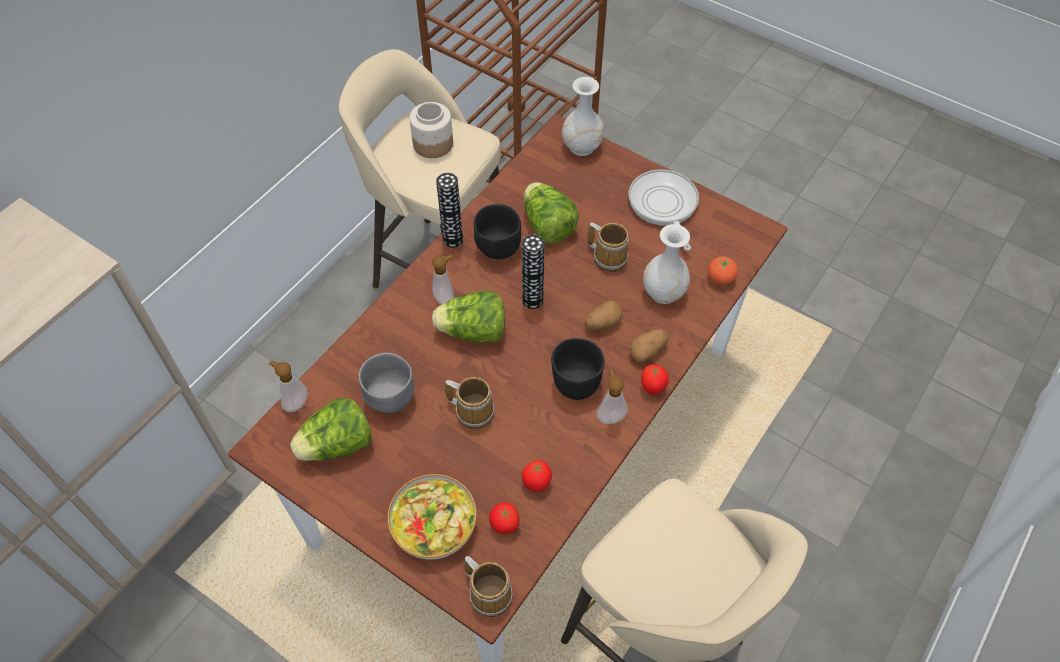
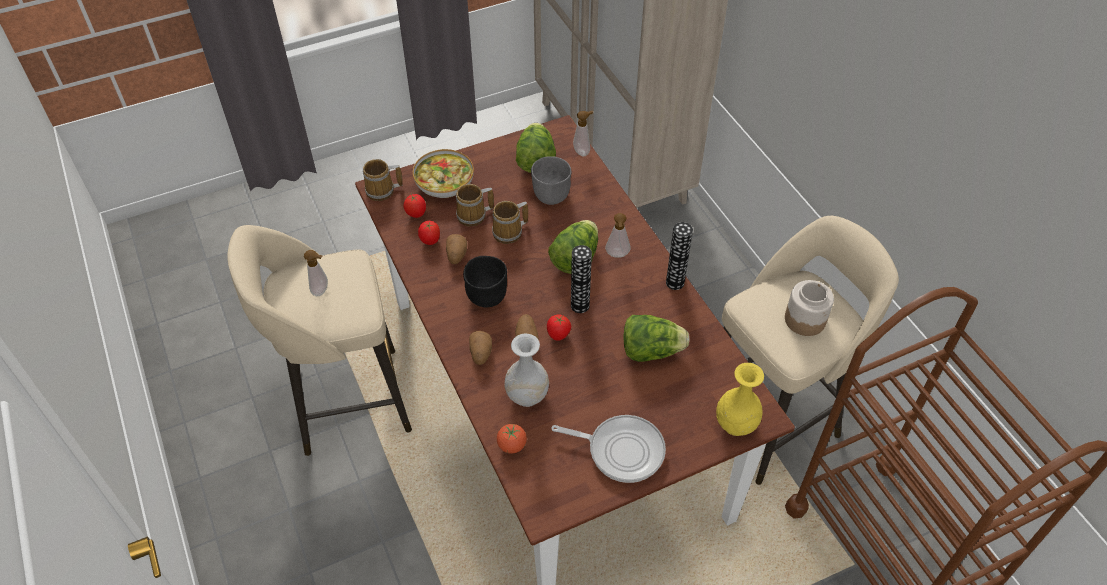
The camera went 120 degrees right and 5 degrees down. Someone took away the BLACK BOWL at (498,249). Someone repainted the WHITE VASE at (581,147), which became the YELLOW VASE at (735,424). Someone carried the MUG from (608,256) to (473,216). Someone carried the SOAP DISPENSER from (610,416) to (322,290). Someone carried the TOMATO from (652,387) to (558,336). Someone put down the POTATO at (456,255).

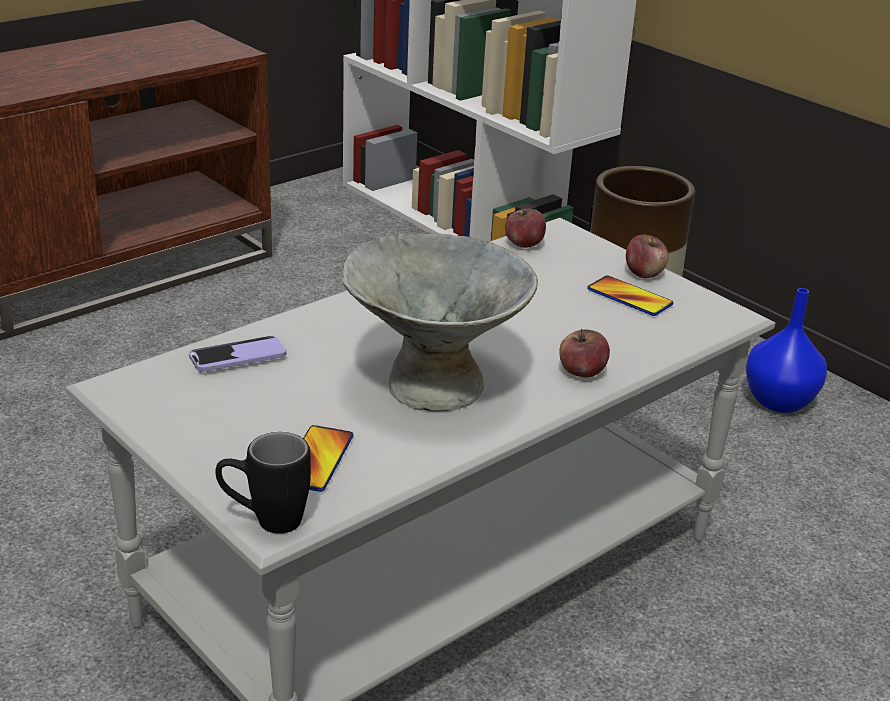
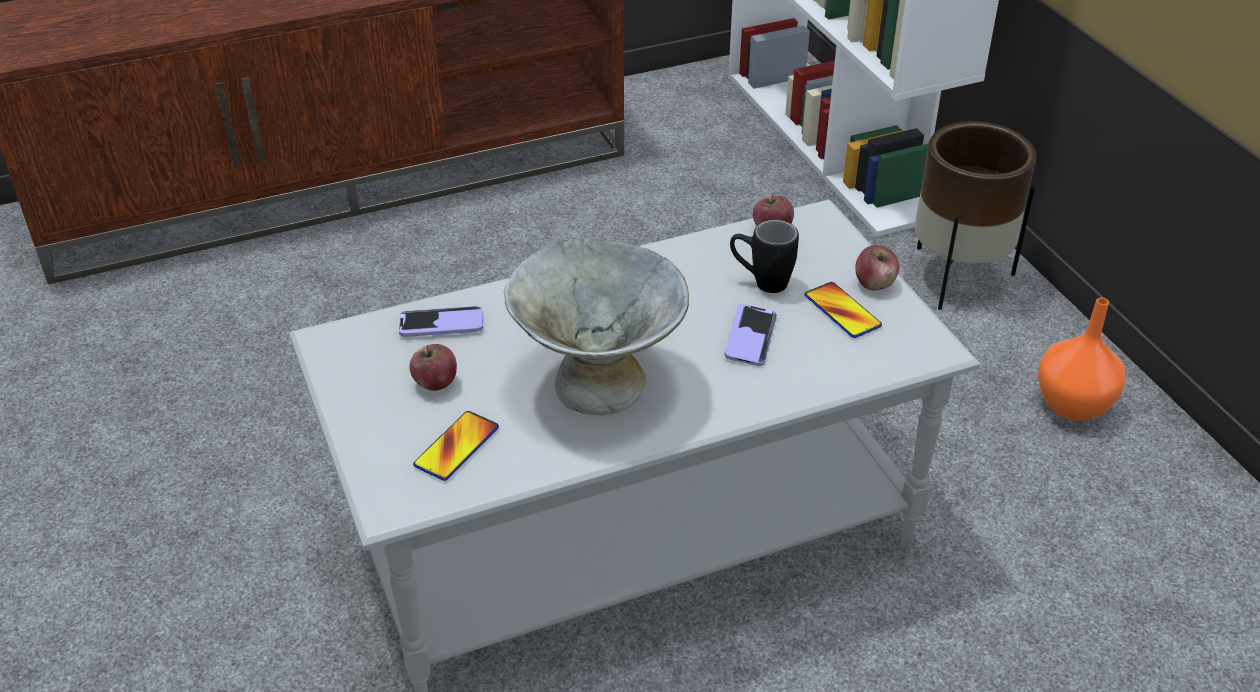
The camera went 20 degrees right and 10 degrees up. Someone carried the BLACK MUG from (264,521) to (760,282). Someone carried the APPLE from (581,372) to (435,382). Someone repainted the BLUE VASE at (780,401), which became the ORANGE VASE at (1074,406). Someone put down the PHONE at (750,337).

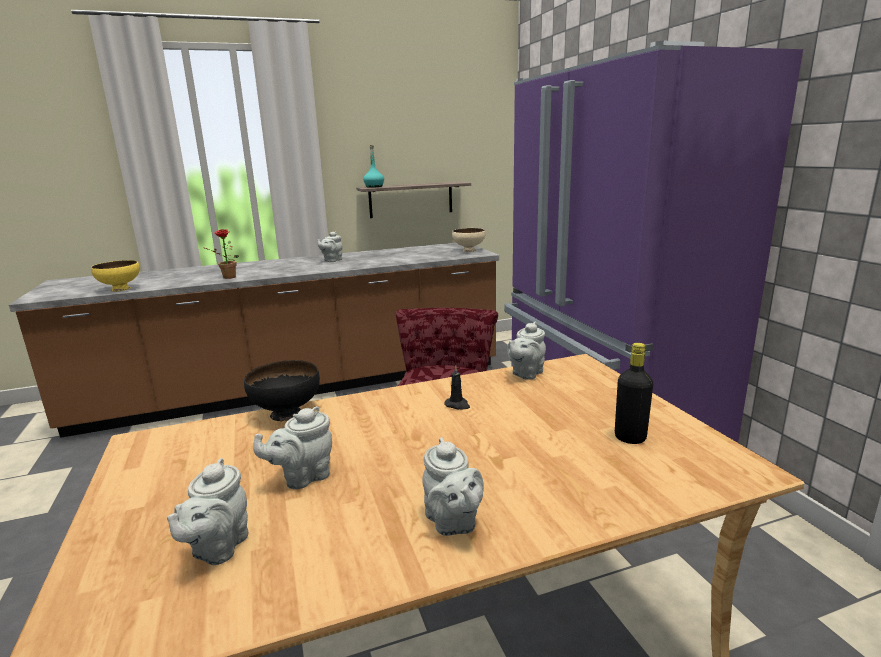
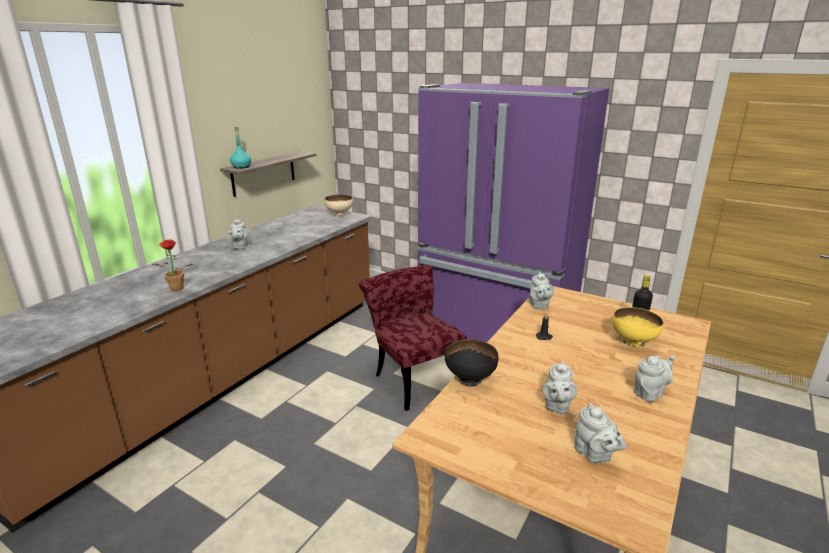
The camera went 40 degrees left and 5 degrees up. Someone carried the YELLOW BOWL from (120,289) to (632,342). Someone rotated the GREY TEAPOT at (452,523) by 60 degrees counterclockwise.

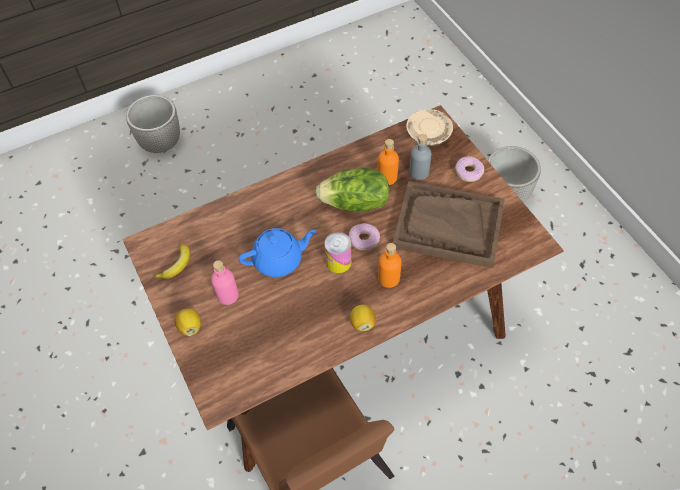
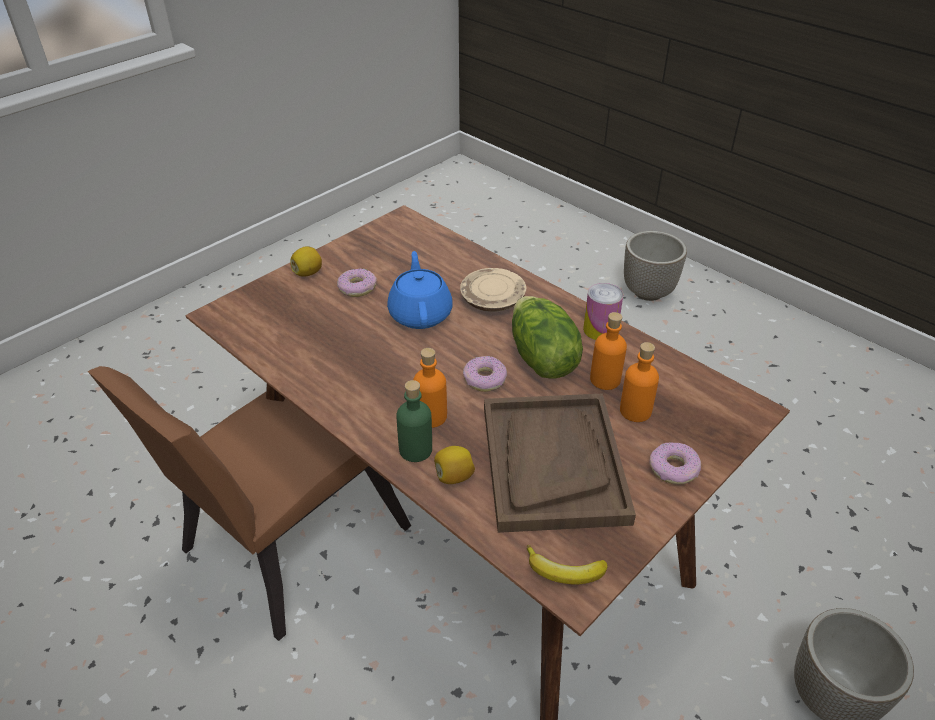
The camera went 70 degrees right and 15 degrees down. Someone carried the BANANA from (177,265) to (564,572). Someone swapped the PINK BOTTLE at (227,295) for the DONUT at (357,288). Someone rotated the BLUE TEAPOT at (279,260) by 150 degrees counterclockwise. Someone carried the CAN from (338,262) to (600,330). Someone carried the LEMON from (362,323) to (454,476). Someone carried the BEIGE PLATE from (429,133) to (493,300). Someone repainted the GREY BOTTLE at (419,172), which became the ORANGE BOTTLE at (635,411). Someone put down the GREEN BOTTLE at (415,450).

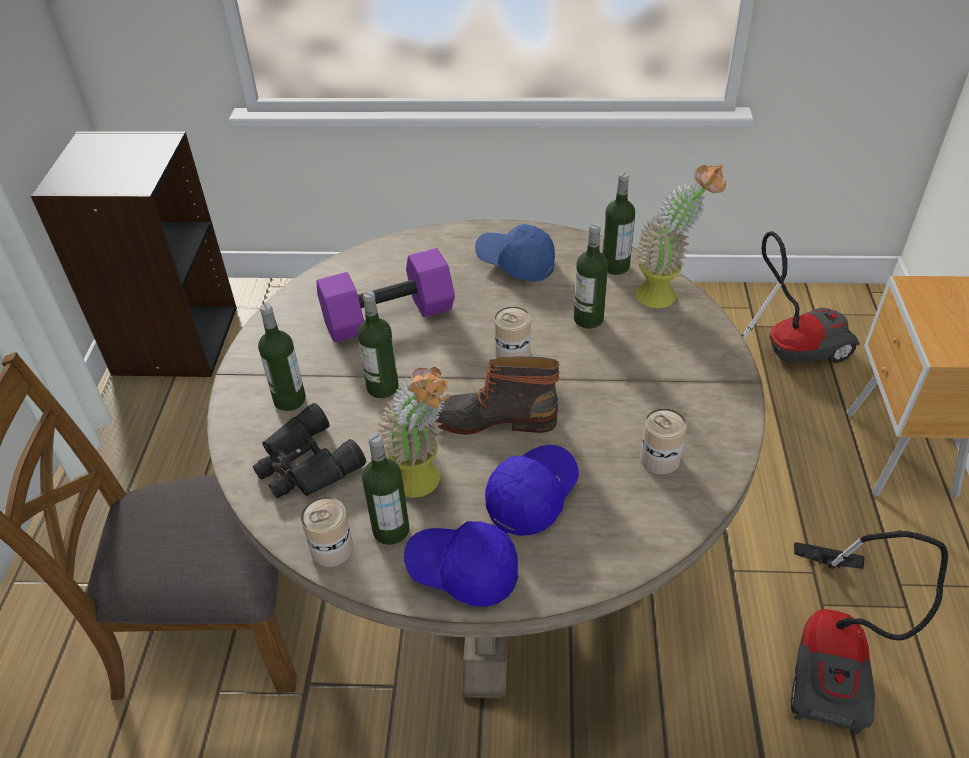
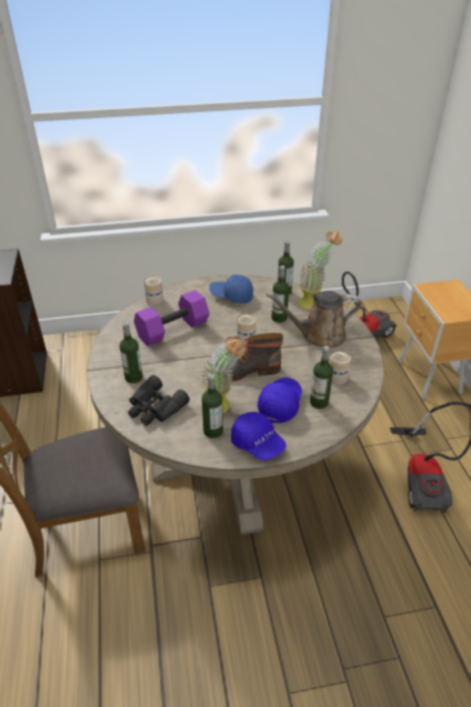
The camera went 15 degrees left and 5 degrees down. Someone carried the CAN from (332,548) to (154,300). Someone carried the BOTTLE from (382,387) to (319,402). Someone rotated the BLUE CAP at (463,571) by 135 degrees counterclockwise. Someone put down the BROWN WATERING CAN at (319,335).

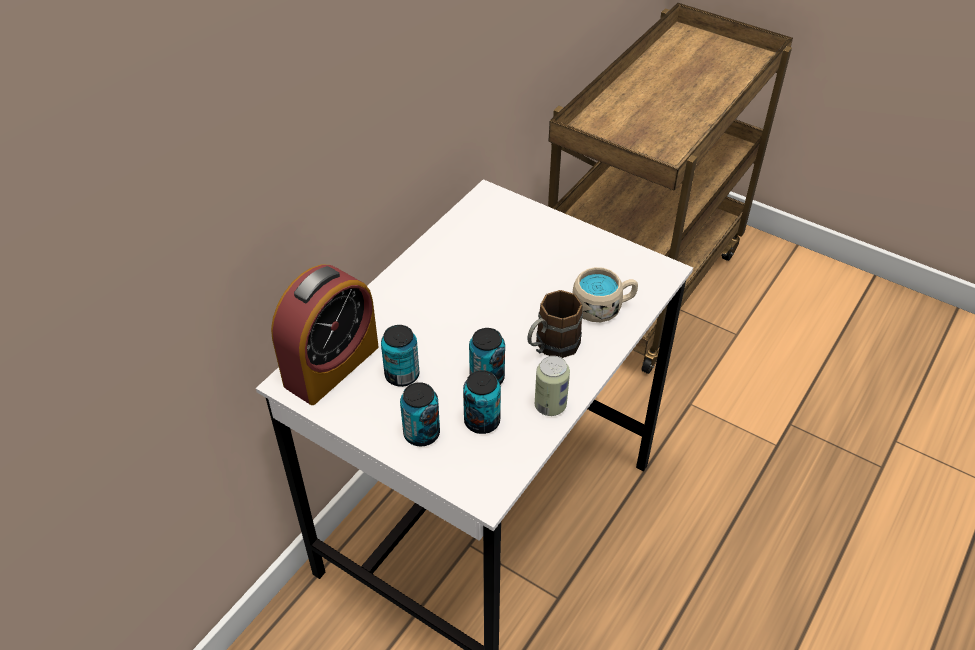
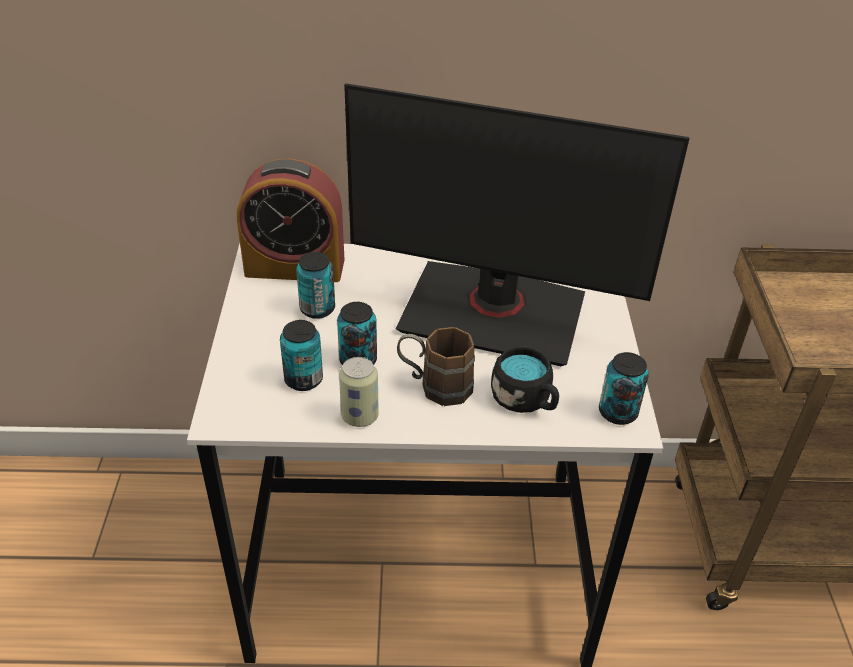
The camera went 55 degrees right and 5 degrees down. Someone carried the CAN from (421,433) to (618,412). Someone repainted the BEIGE MUG at (603,307), which became the BLACK MUG at (526,400). Someone put down the MONITOR at (493,312).

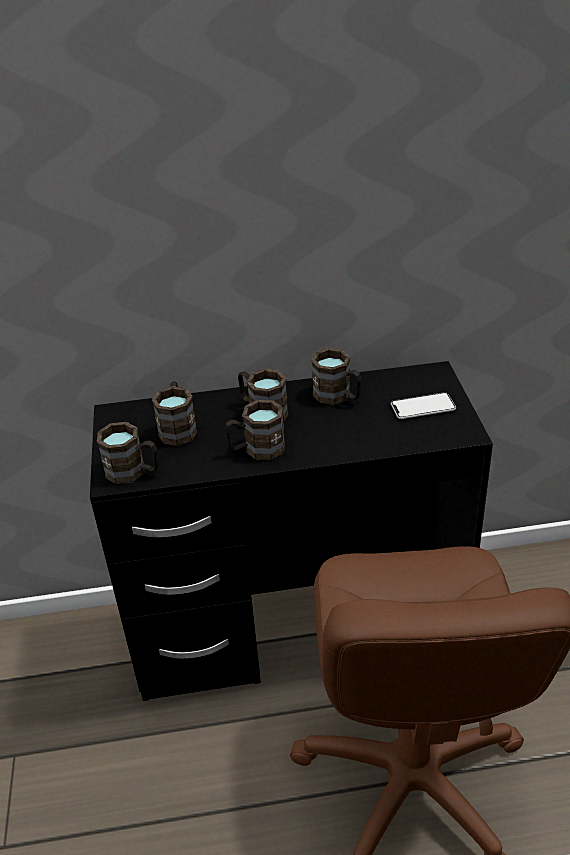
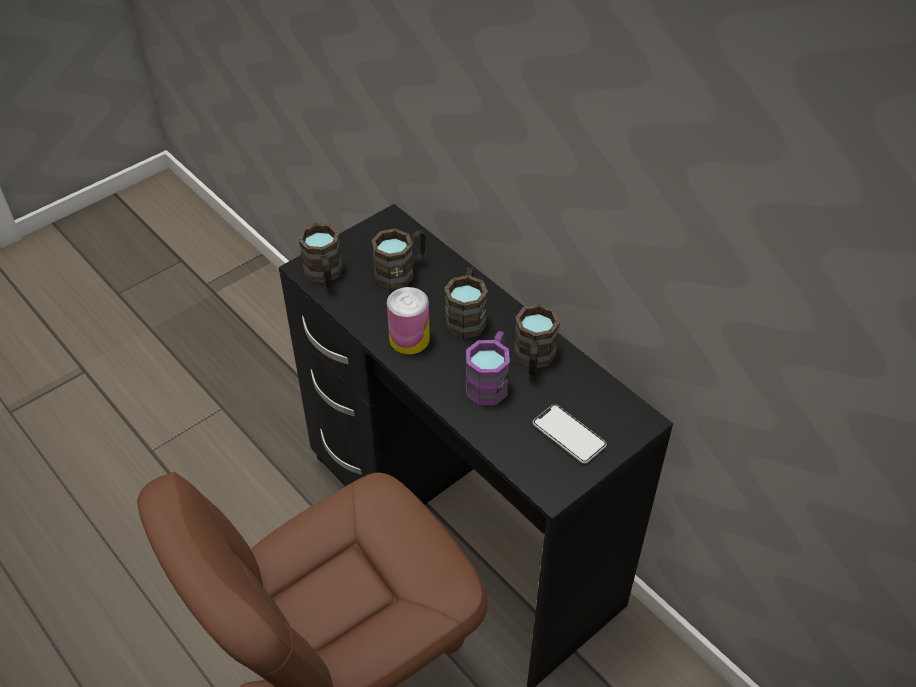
The camera went 55 degrees right and 10 degrees up. Someone swapped the BROWN MUG at (256,449) for the CAN at (409,339). Someone put down the PURPLE MUG at (490,381).

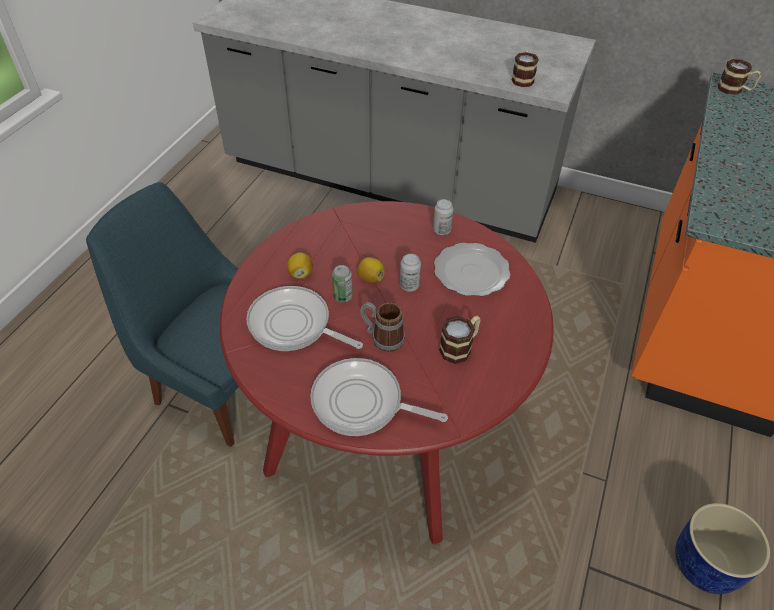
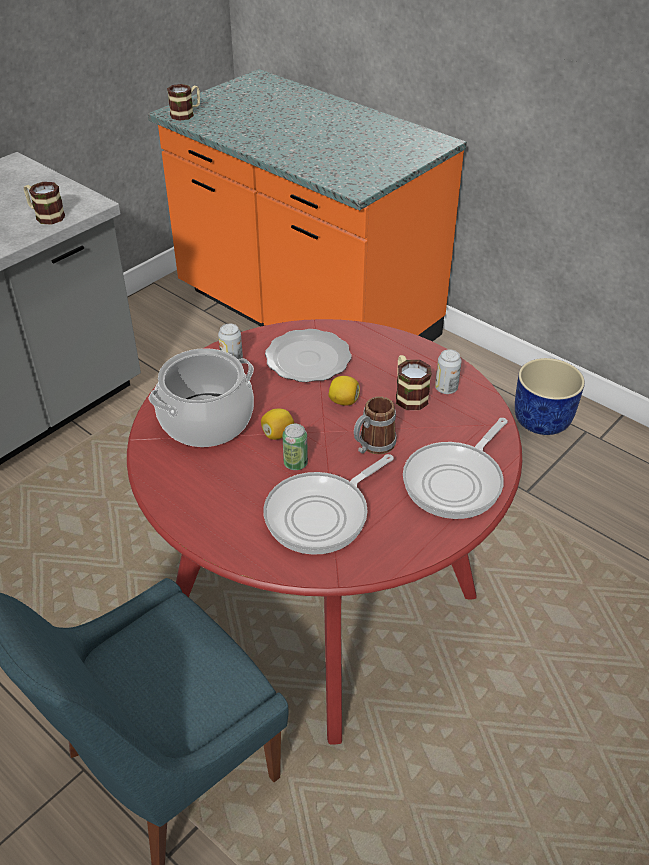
The camera went 70 degrees left and 5 degrees down. Someone carried the LEMON from (300,274) to (344,401). Someone carried the CAN from (409,285) to (446,388). Someone put down the COOKING POT at (206,421).

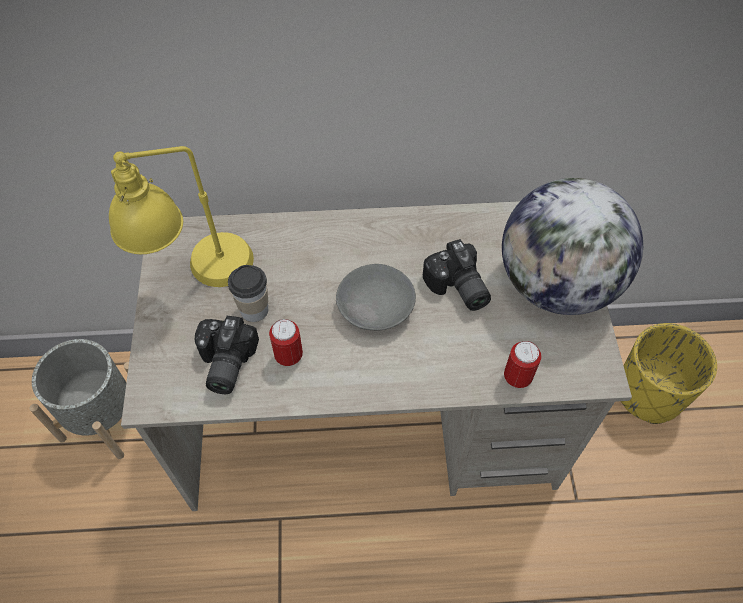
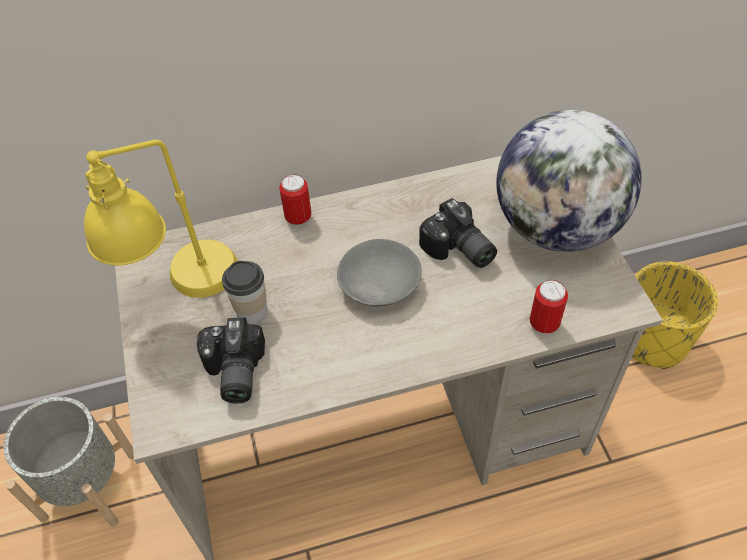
The camera went 10 degrees left and 5 degrees down. Someone carried the CAN from (289,356) to (298,218).

